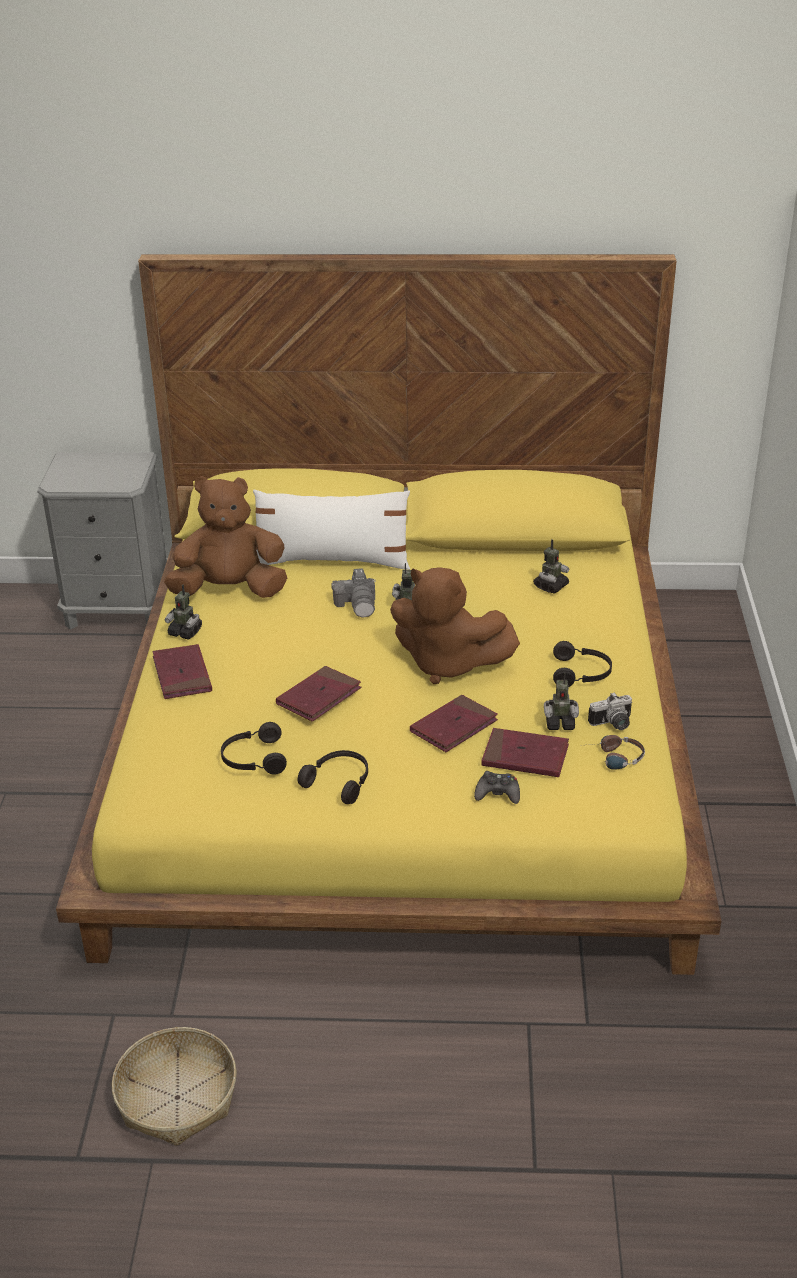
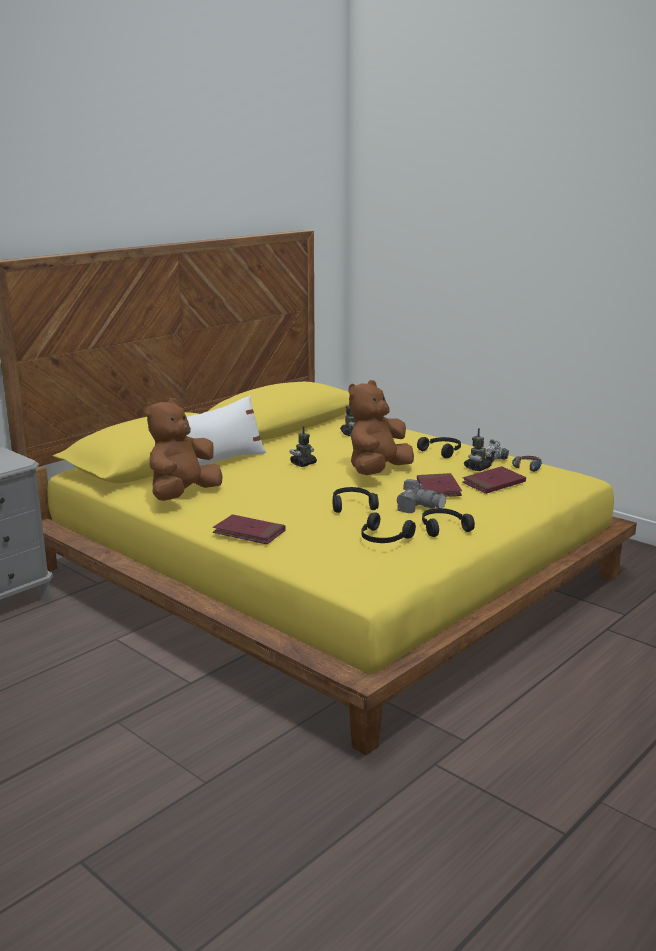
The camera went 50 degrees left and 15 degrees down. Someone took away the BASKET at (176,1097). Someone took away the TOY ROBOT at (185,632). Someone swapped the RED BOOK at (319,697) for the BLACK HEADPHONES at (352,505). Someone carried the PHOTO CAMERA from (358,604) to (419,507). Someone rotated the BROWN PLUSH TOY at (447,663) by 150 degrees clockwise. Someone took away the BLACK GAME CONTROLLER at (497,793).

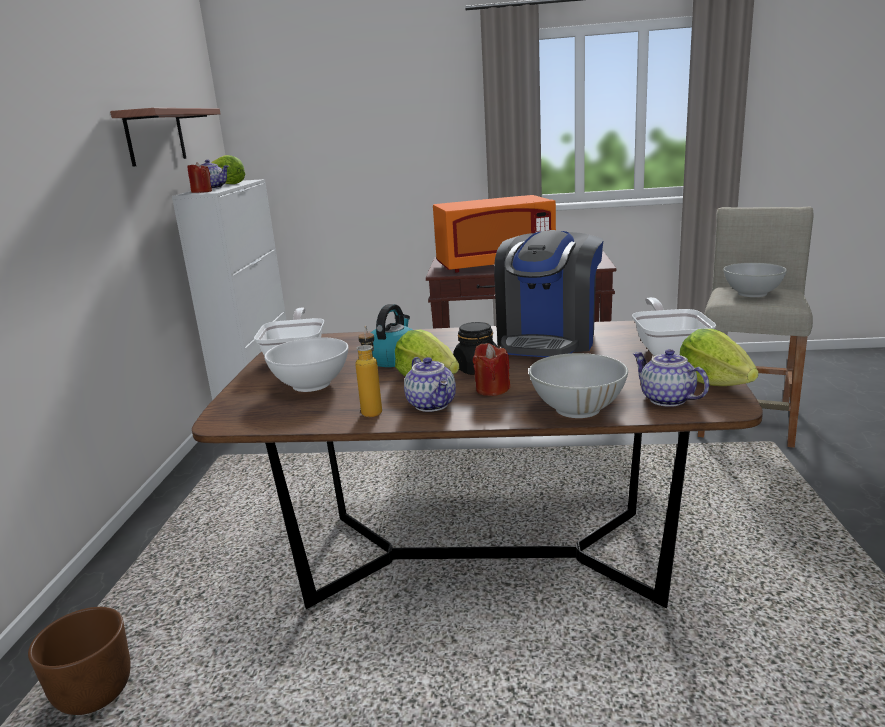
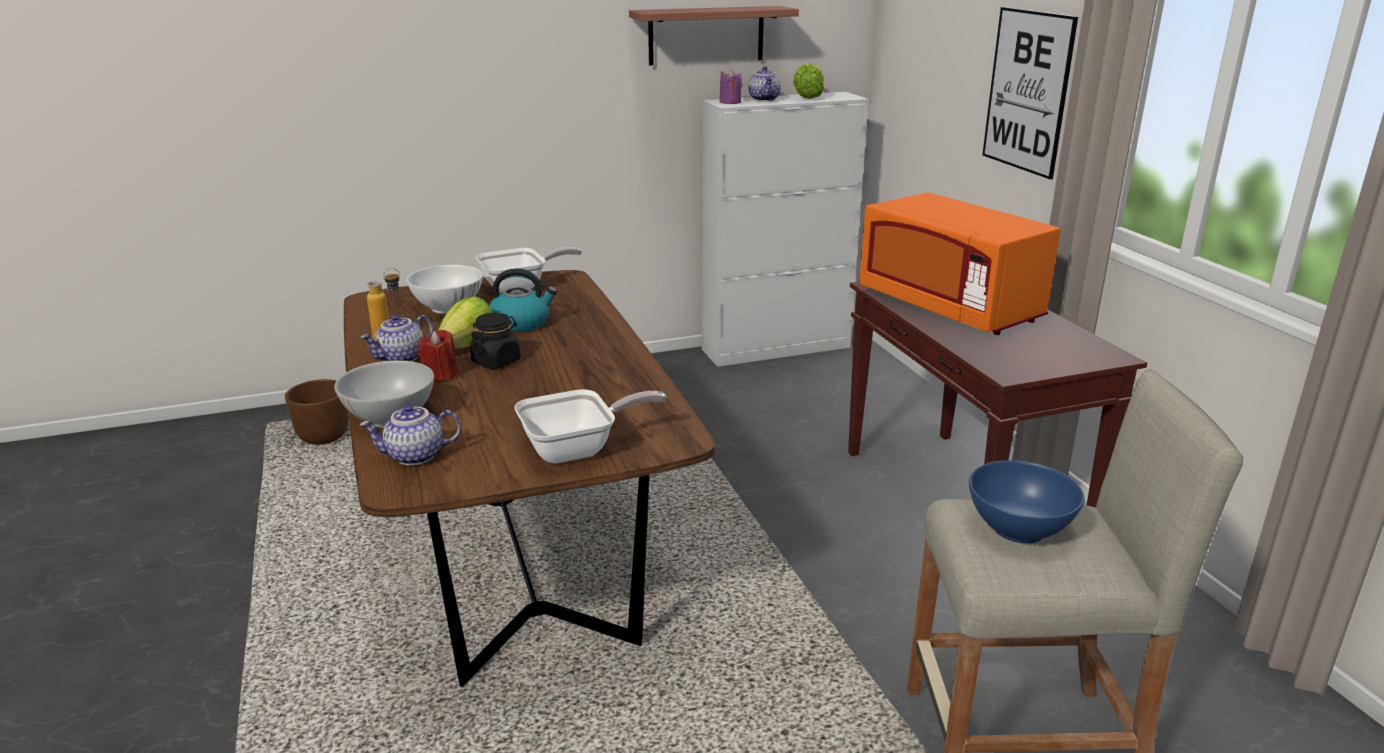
The camera went 65 degrees right and 5 degrees up. Someone repainted the RED CANDLE at (202,192), which became the PURPLE CANDLE at (730,102). Someone took away the COFFEE MACHINE at (548,340). Someone rotated the TEAPOT at (666,399) by 135 degrees counterclockwise. Someone took away the LETTUCE at (714,383). Someone repainted the WHITE BOWL at (752,294), which became the BLUE BOWL at (1018,529). Someone put up the PICTURE at (1027,91).

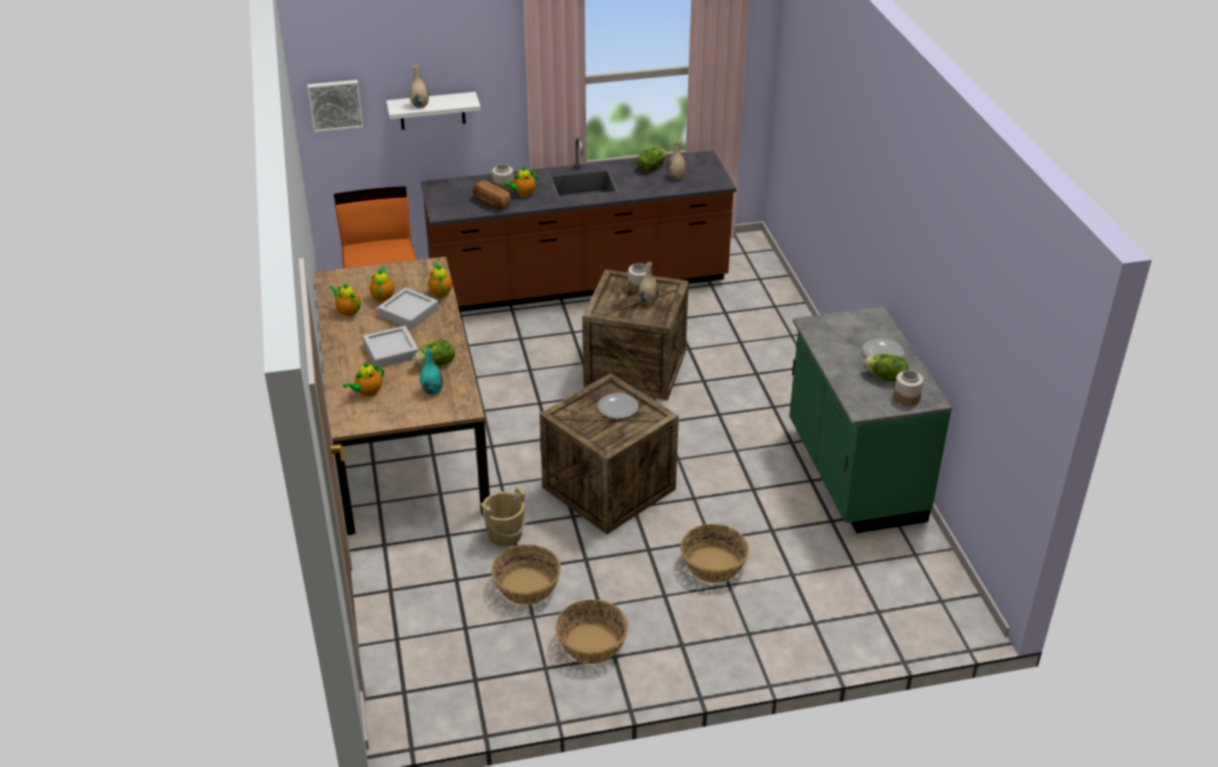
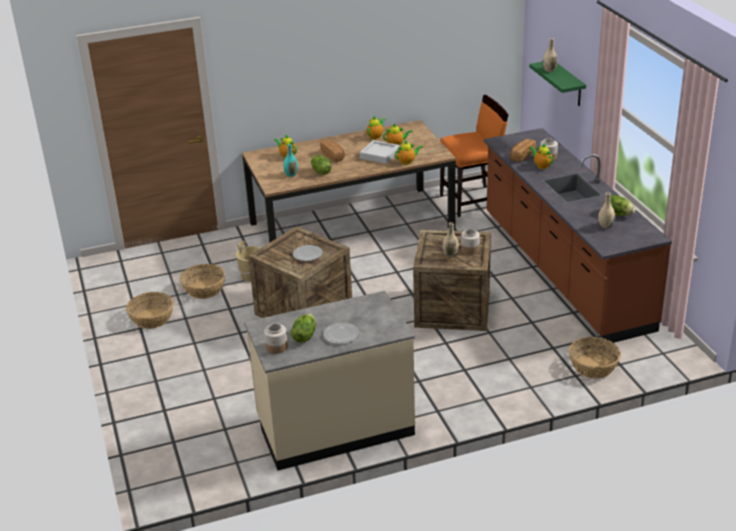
The camera went 85 degrees right and 5 degrees down. Someone took away the PICTURE at (335,104). Someone swapped the GREY TRAY at (391,351) for the BREAD at (333,156). Someone repainted the WHITE SHELF at (432,111), which became the GREEN SHELF at (568,84). Someone carried the BASKET from (713,565) to (593,366). Someone repainted the GREEN COUNTER at (853,474), which became the BEIGE COUNTER at (335,427).

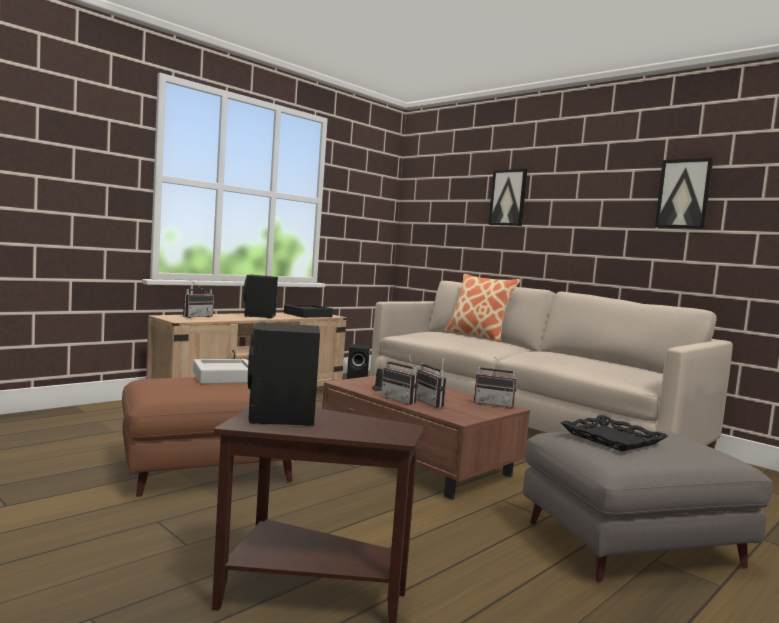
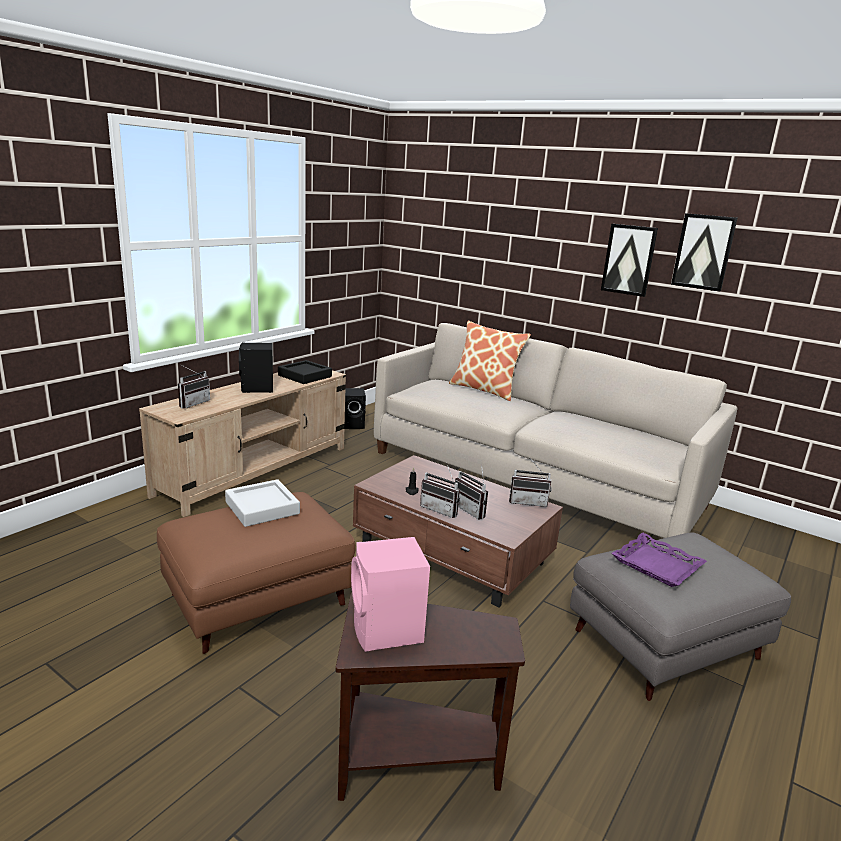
The camera went 10 degrees left and 15 degrees up. Someone repainted the BLACK SPEAKER at (281,418), which became the PINK SPEAKER at (387,632). Someone carried the PICTURE from (508,197) to (629,260). Someone repainted the BLACK TRAY at (611,439), which became the PURPLE TRAY at (656,565).

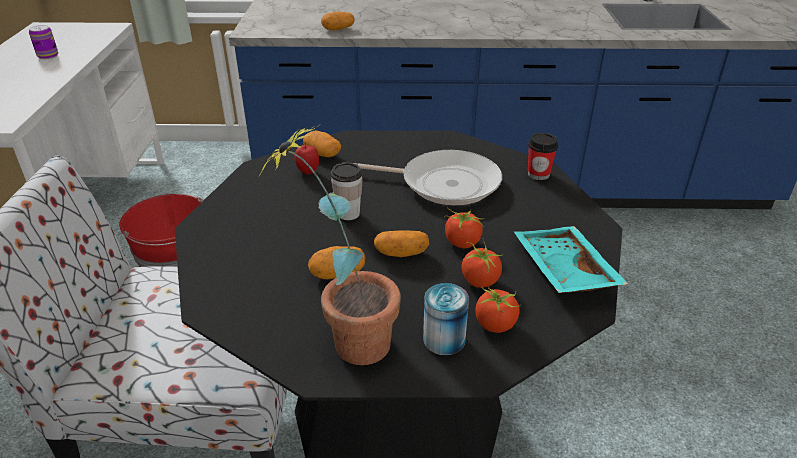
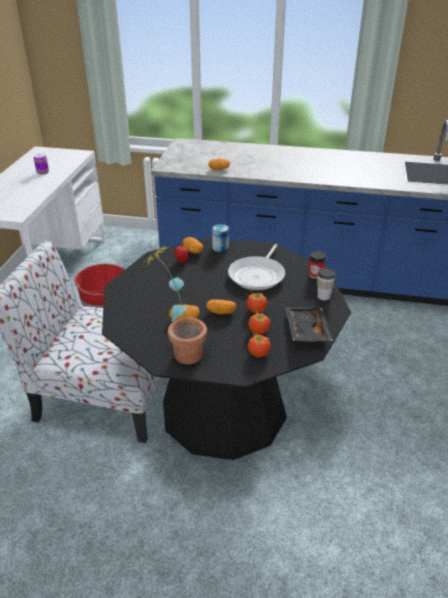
The camera went 10 degrees right and 0 degrees up. Someone carried the CUP from (348,214) to (323,296). Someone rotated the FRYING PAN at (444,183) by 90 degrees clockwise. Someone carried the CAN from (444,339) to (220,247). Someone repainted the TURQUOISE TRAY at (561,271), which became the BLACK TRAY at (305,331).

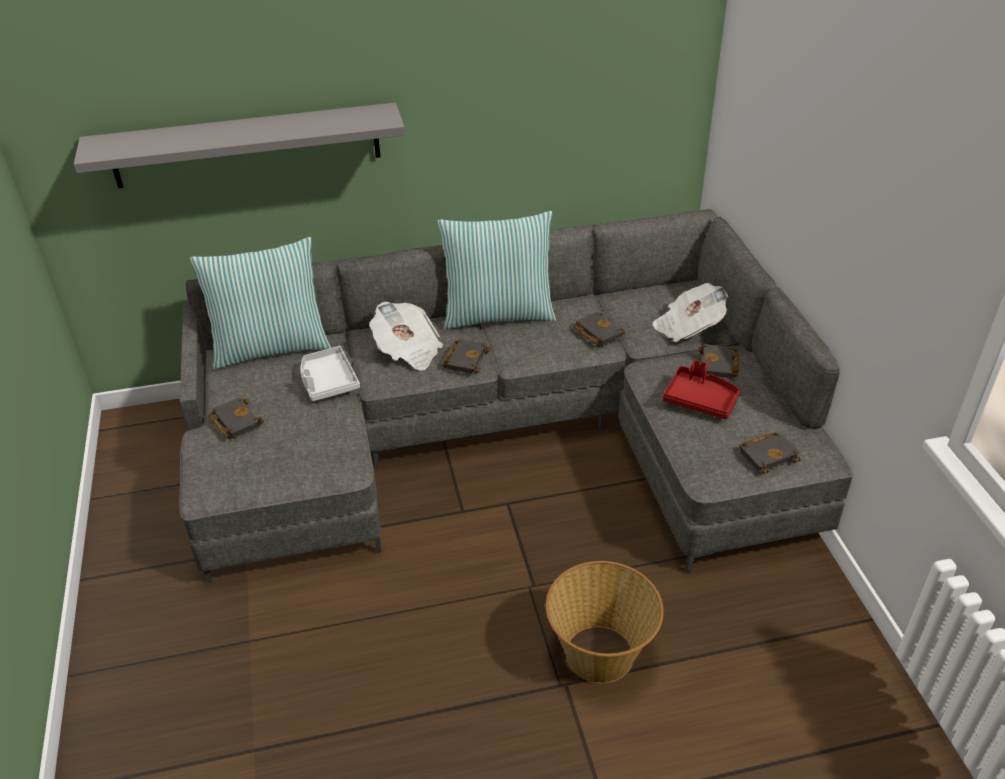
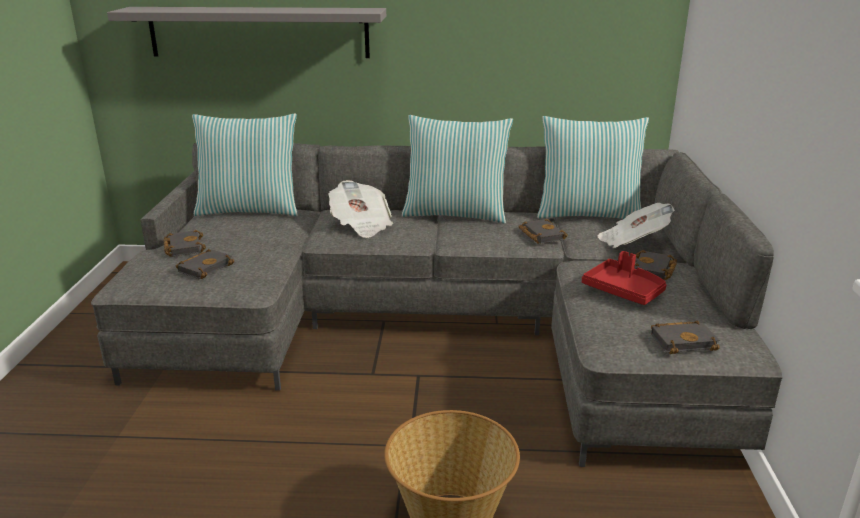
The camera went 15 degrees right and 15 degrees down. Someone took away the GREY TRAY at (328,381). Someone carried the BLACK BOOK from (465,359) to (205,267). Someone put down the PILLOW at (588,214).

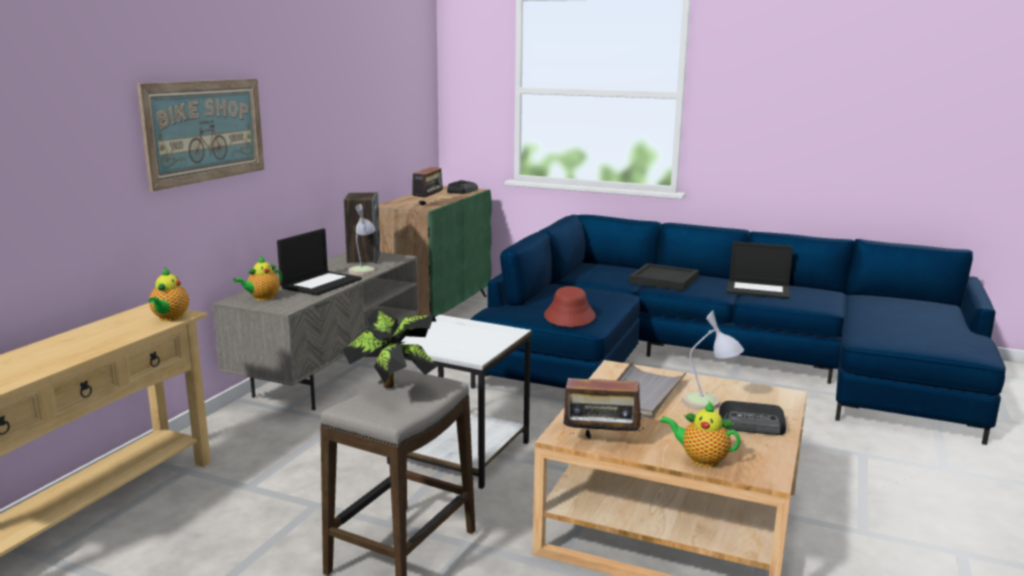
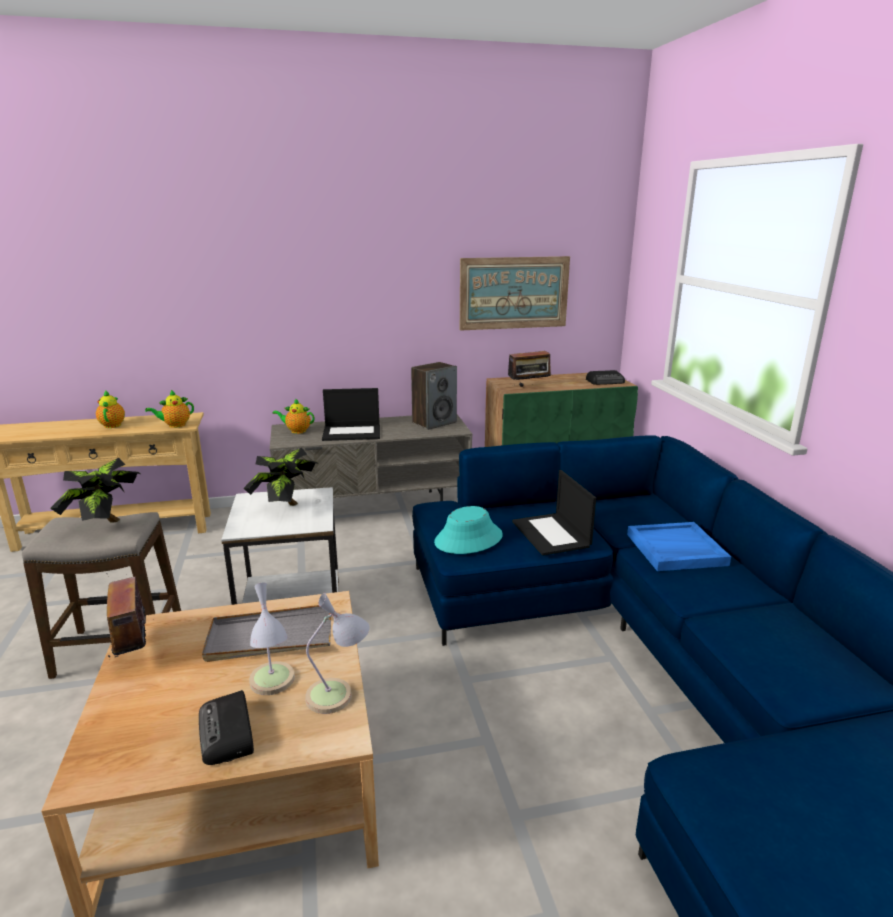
The camera went 55 degrees right and 5 degrees up. Someone carried the PICTURE from (205,130) to (514,293). Someone carried the TABLE LAMP from (363,270) to (339,694). Someone repainted the RED HAT at (570,316), which became the TURQUOISE HAT at (468,539). Someone repainted the BLACK TRAY at (664,280), which became the BLUE TRAY at (675,550). Someone carried the TEAPOT from (701,460) to (113,425). Someone carried the LAPTOP from (758,290) to (552,534). Someone put down the POTTED PLANT at (286,507).

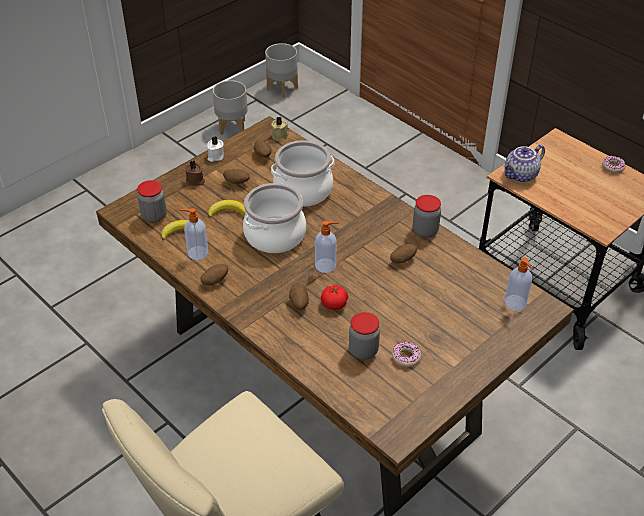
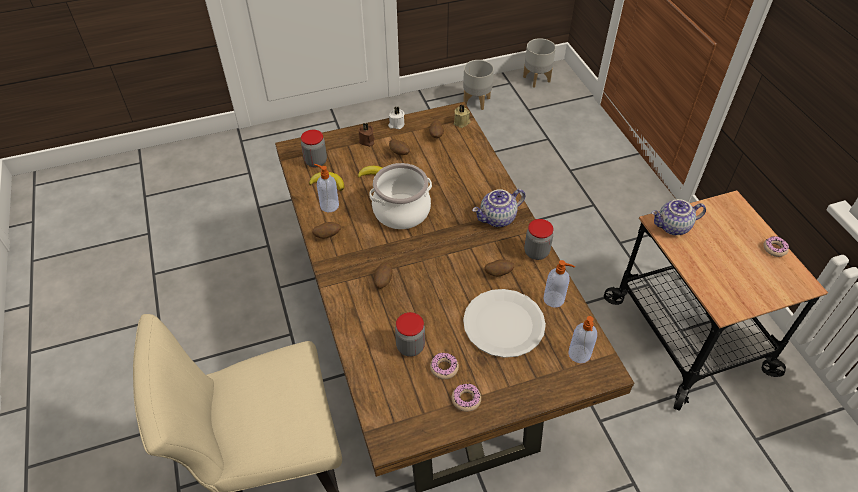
The camera went 25 degrees right and 5 degrees up. Someone took away the COOKING POT at (303,190). Someone carried the SOAP DISPENSER from (326,265) to (554,299). Someone took away the TOMATO at (334,304). Someone put down the DONUT at (466,399). Someone put down the WHITE PLATE at (503,324). Someone put down the TEAPOT at (497,219).

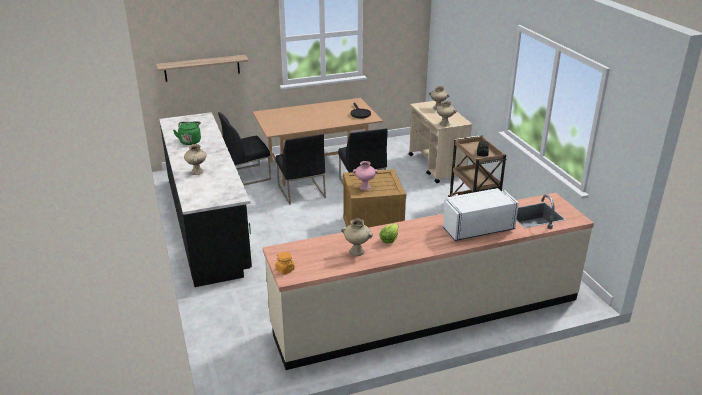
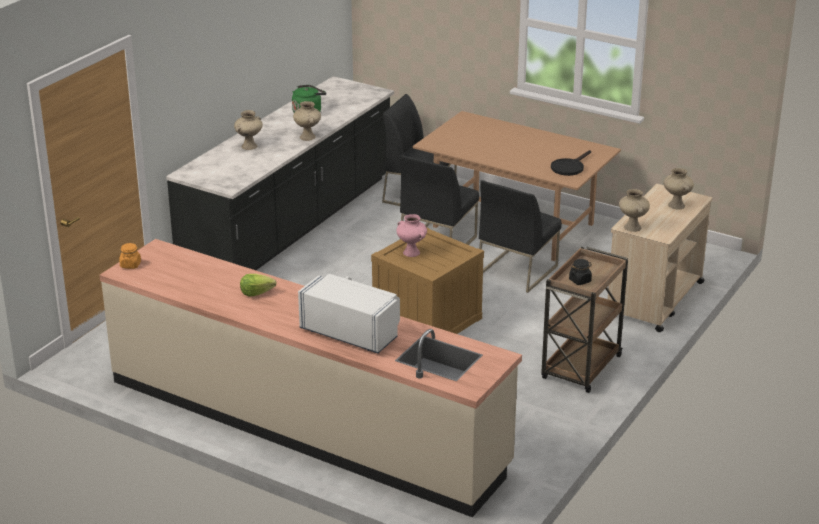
The camera went 50 degrees right and 0 degrees up. Someone took away the SHELF at (202,68). Someone carried the BEIGE VASE from (357,251) to (308,137).

